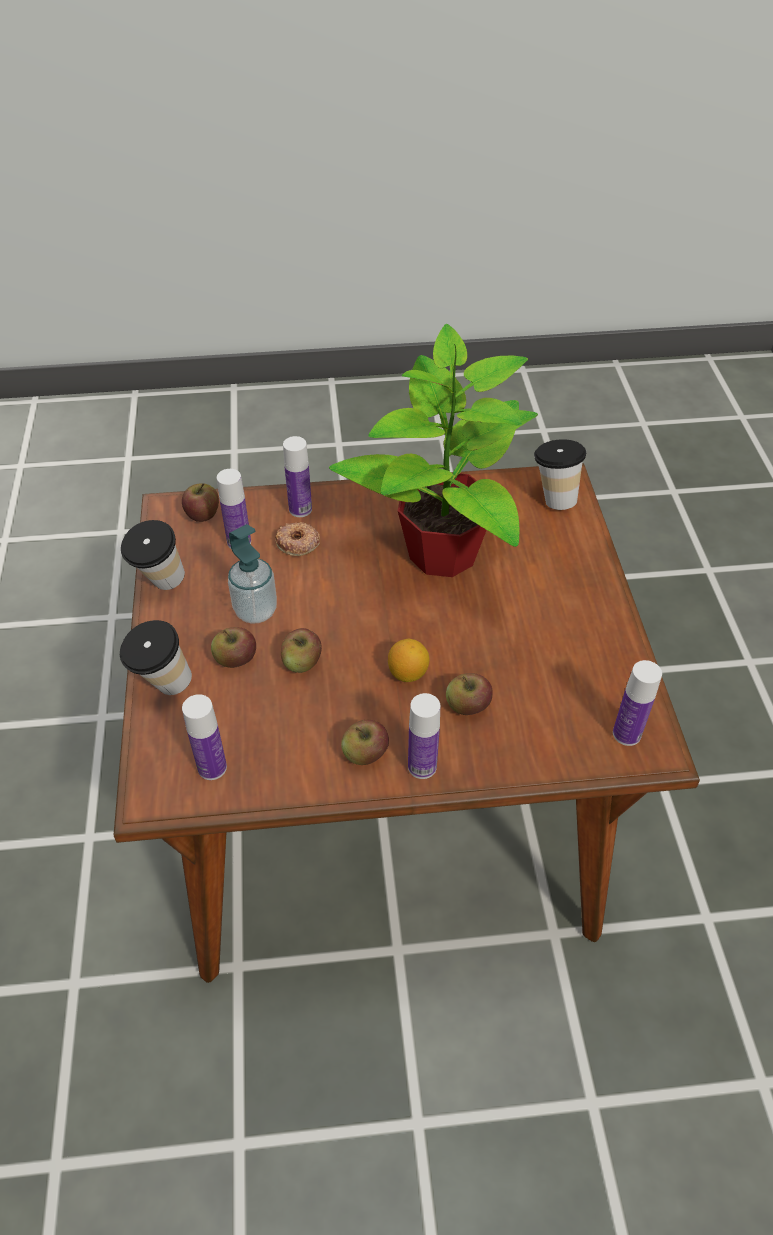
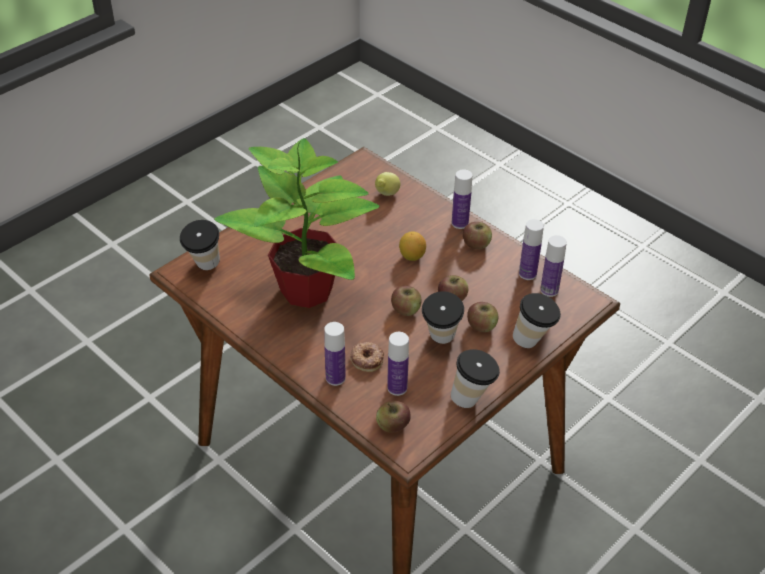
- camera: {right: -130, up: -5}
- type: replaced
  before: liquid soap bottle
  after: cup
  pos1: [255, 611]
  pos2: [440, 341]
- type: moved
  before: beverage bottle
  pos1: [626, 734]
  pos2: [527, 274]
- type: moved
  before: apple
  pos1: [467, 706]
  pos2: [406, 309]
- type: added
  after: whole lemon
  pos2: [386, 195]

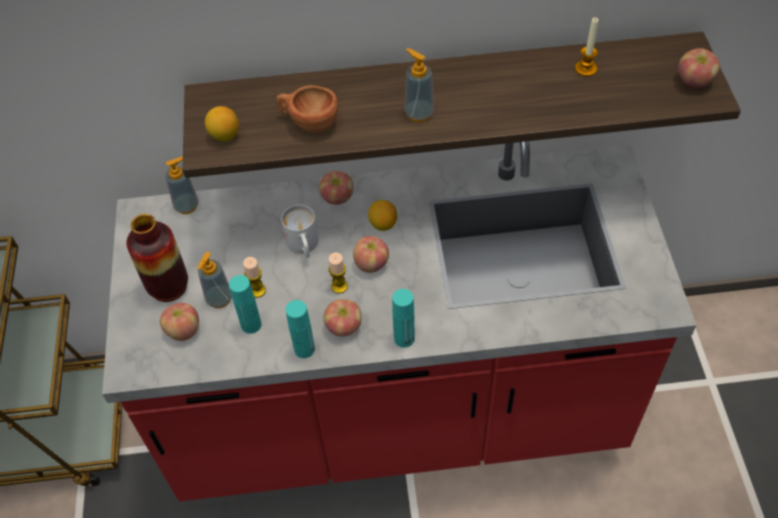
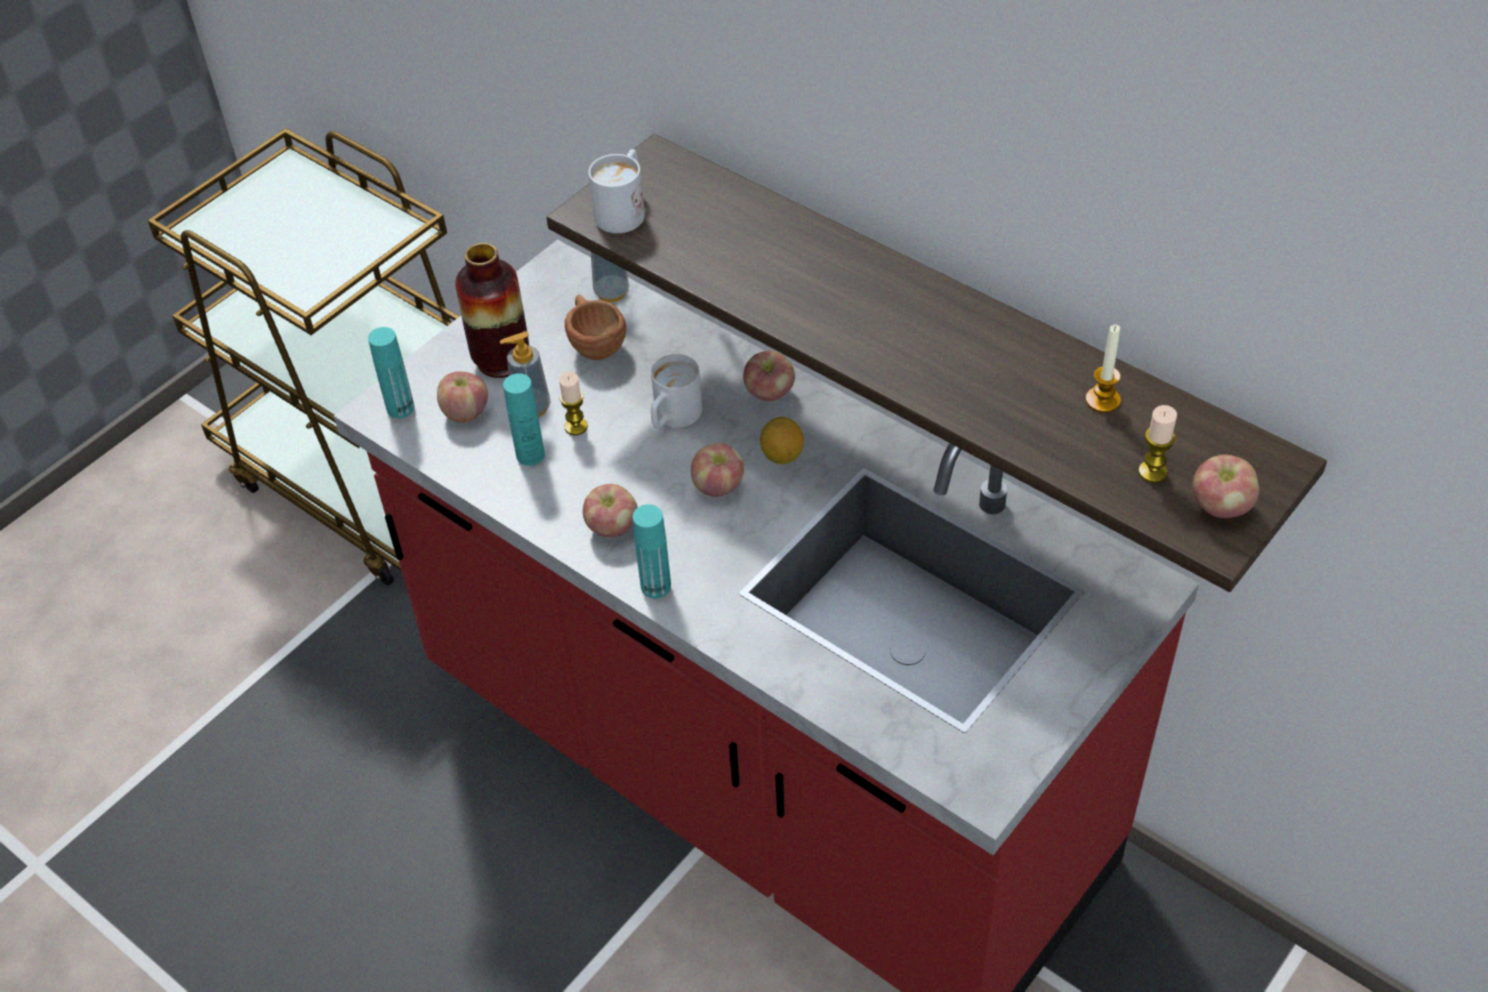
- camera: {right: 45, up: -5}
- type: removed
  before: liquid soap bottle
  pos1: [419, 113]
- type: moved
  before: brownish cup
  pos1: [308, 122]
  pos2: [595, 343]
- type: replaced
  before: whole lemon
  after: white-coloured tea mug
  pos1: [225, 136]
  pos2: [624, 209]
- type: moved
  before: candle
  pos1: [339, 286]
  pos2: [1152, 472]
- type: moved
  before: turquoise beverage bottle
  pos1: [304, 349]
  pos2: [400, 408]

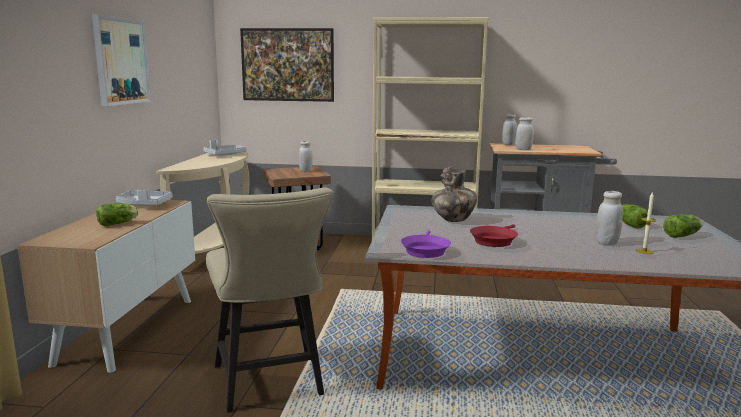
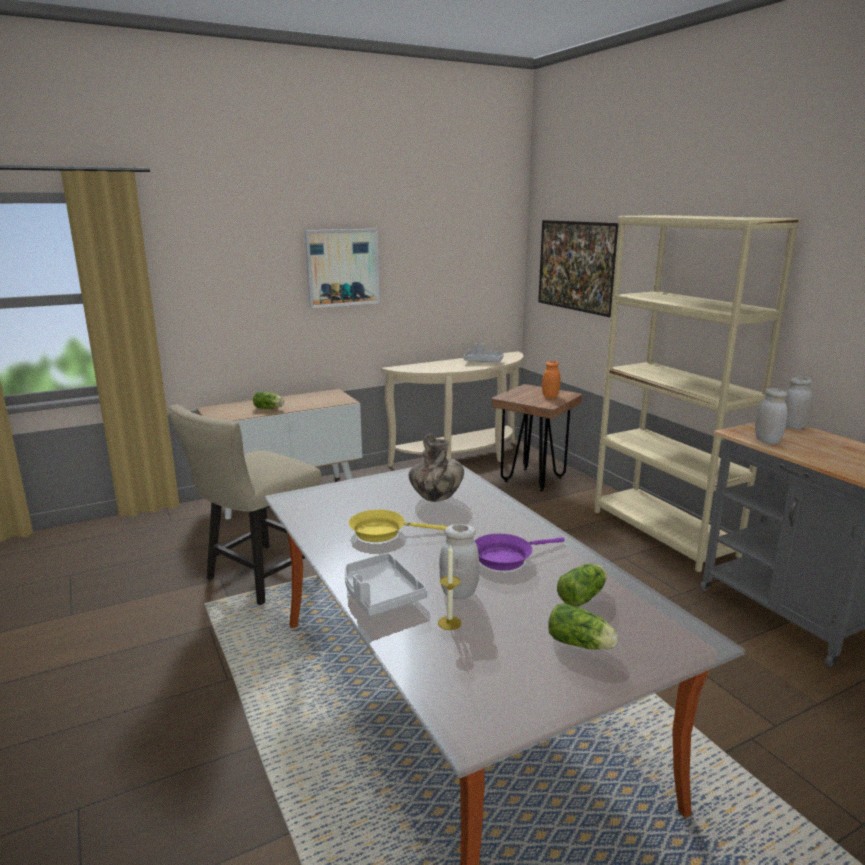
- camera: {right: 55, up: 5}
- type: recoloured
  before: white-coloured preserve jar
  after: orange preserve jar
  pos1: [305, 171]
  pos2: [550, 396]
- type: moved
  before: grey tray
  pos1: [144, 205]
  pos2: [380, 594]
- type: recoloured
  before: red-coloured skillet
  after: yellow-coloured skillet
  pos1: [494, 240]
  pos2: [382, 532]
- type: moved
  before: purple-coloured skillet
  pos1: [425, 250]
  pos2: [506, 557]

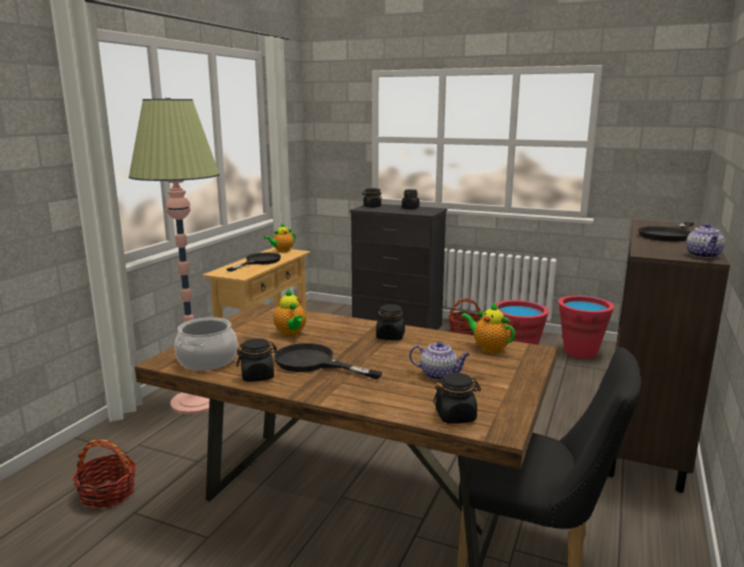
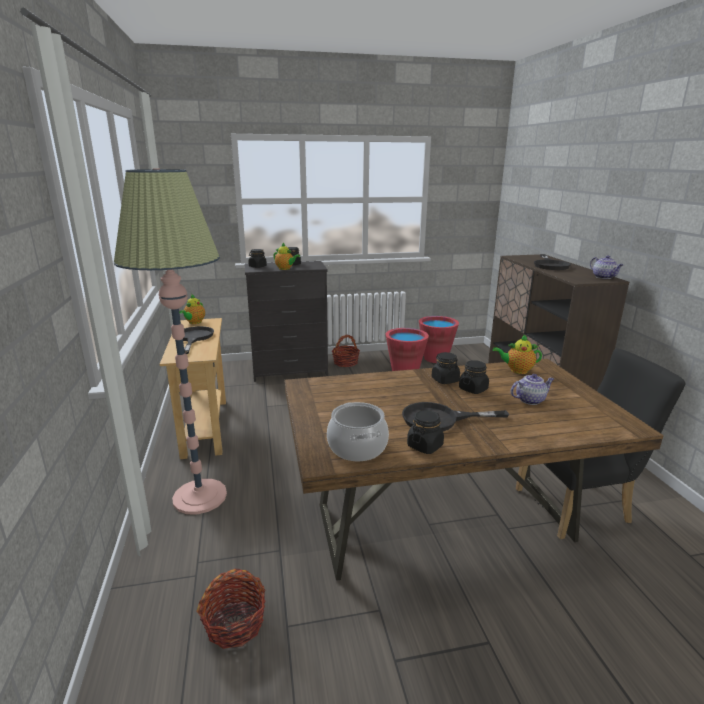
- camera: {right: -35, up: 5}
- type: moved
  before: teapot
  pos1: [291, 333]
  pos2: [285, 269]
- type: moved
  before: blackish preserve jar
  pos1: [456, 416]
  pos2: [473, 389]

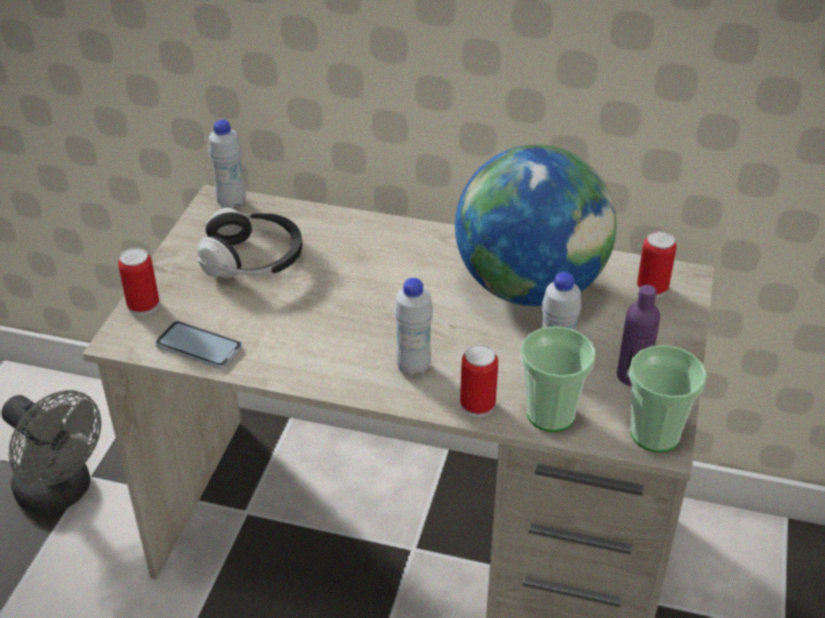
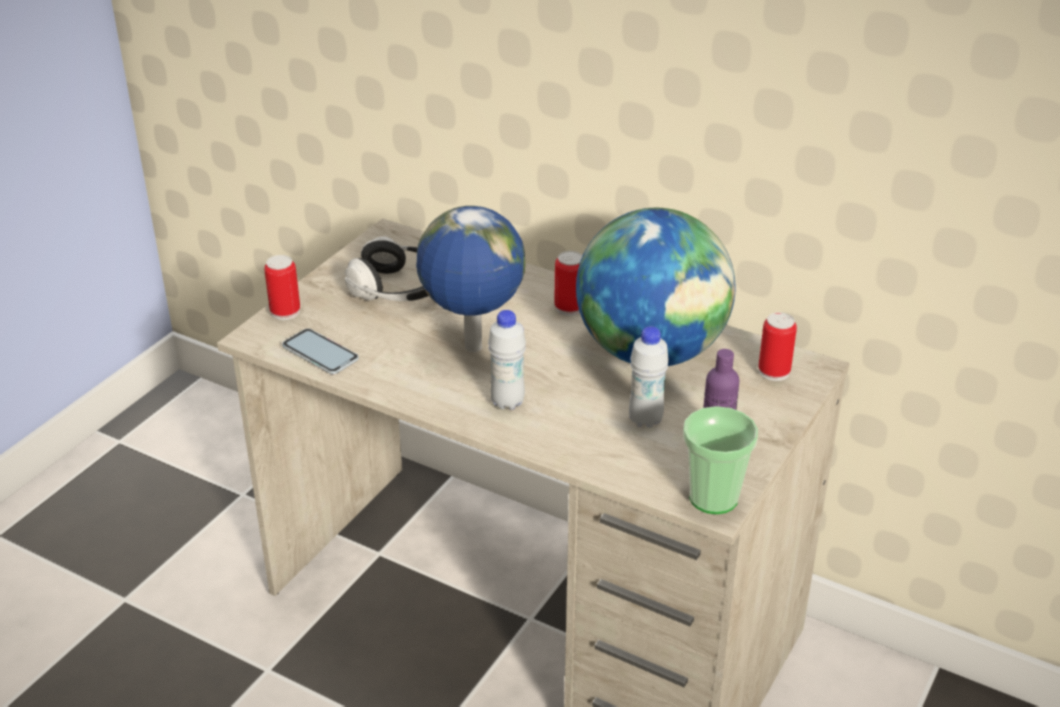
- camera: {right: 15, up: -5}
- type: removed
  before: white-coloured beverage bottle
  pos1: [231, 202]
- type: removed
  before: cup
  pos1: [551, 414]
- type: moved
  before: can
  pos1: [477, 405]
  pos2: [569, 307]
- type: removed
  before: grey cooling fan
  pos1: [62, 493]
- type: added
  after: desk globe
  pos2: [472, 348]

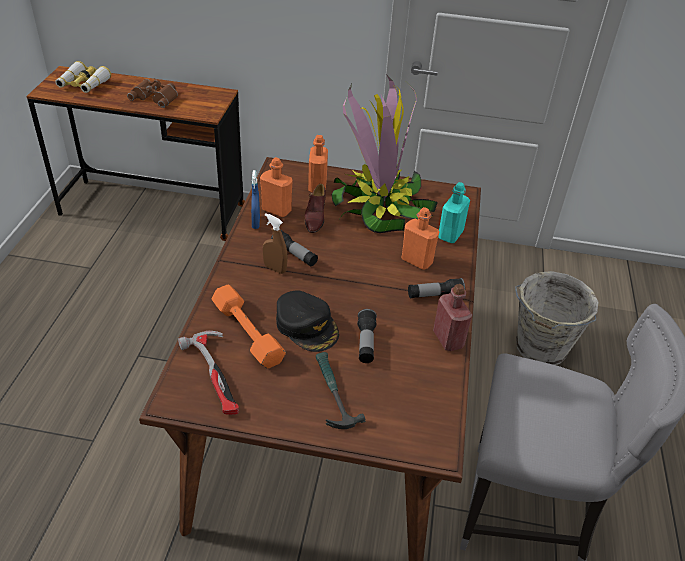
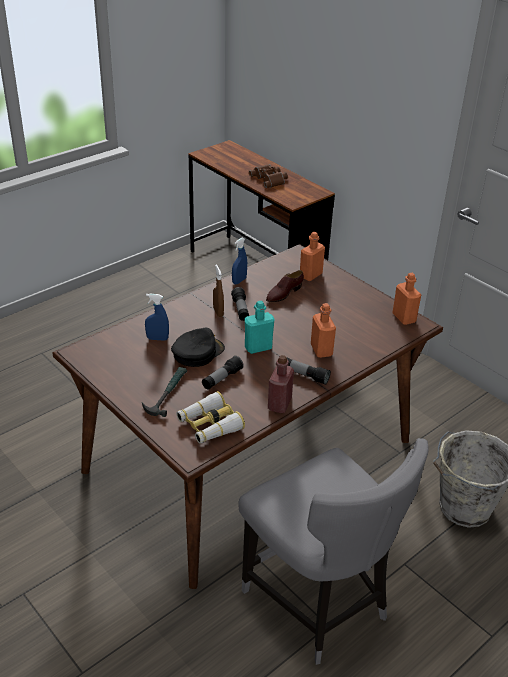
- camera: {right: 40, up: -5}
- type: moved
  before: pair of binoculars
  pos1: [83, 84]
  pos2: [209, 425]
- type: removed
  before: plant in a pot
  pos1: [379, 206]
- type: moved
  before: orange beverage bottle
  pos1: [276, 210]
  pos2: [404, 318]
- type: moved
  before: turquoise beverage bottle
  pos1: [450, 235]
  pos2: [258, 348]
- type: replaced
  before: orange free weight
  after: bluish spray bottle
  pos1: [247, 333]
  pos2: [157, 338]
- type: turned
  before: blackish baseball cap
  pos1: [307, 325]
  pos2: [197, 352]
  turn: -135
- type: removed
  before: hammer
  pos1: [217, 375]

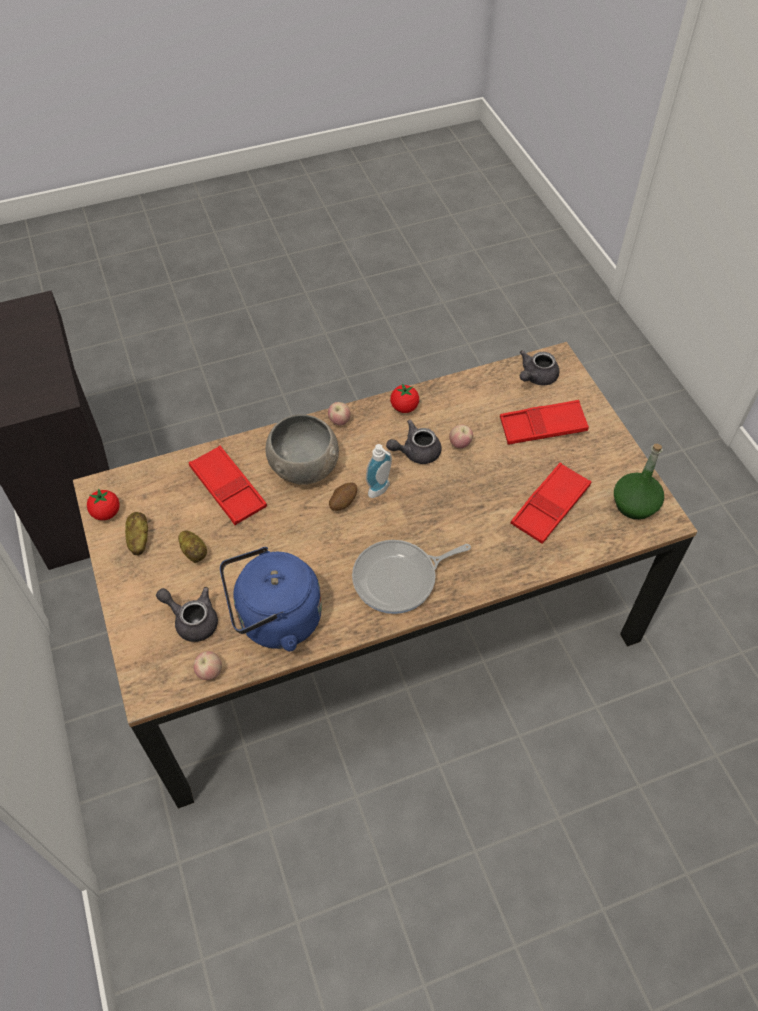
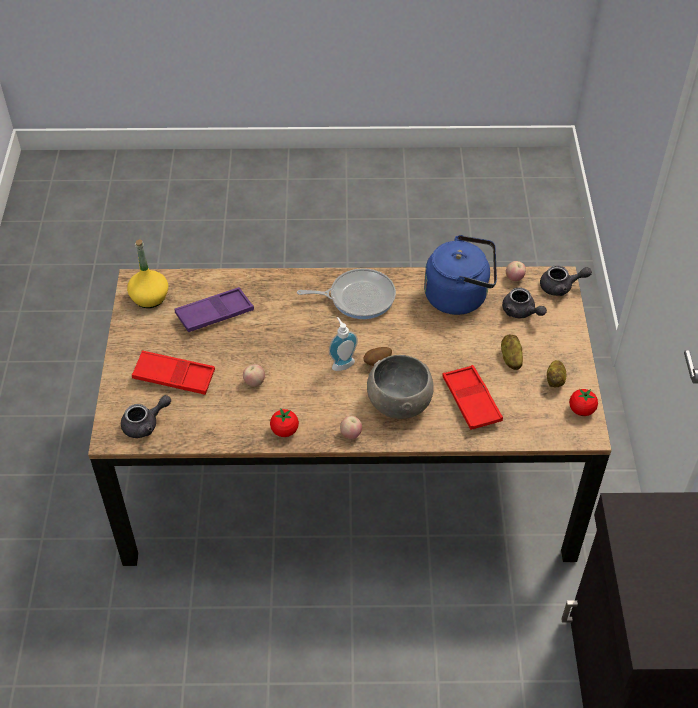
- camera: {right: -160, up: -5}
- type: moved
  before: grey teapot
  pos1: [415, 452]
  pos2: [561, 287]
- type: recoloured
  before: greenish beverage bottle
  after: yellow-coloured beverage bottle
  pos1: [634, 504]
  pos2: [149, 297]
- type: recoloured
  before: red-coloured tray
  after: purple-coloured tray
  pos1: [550, 507]
  pos2: [214, 314]

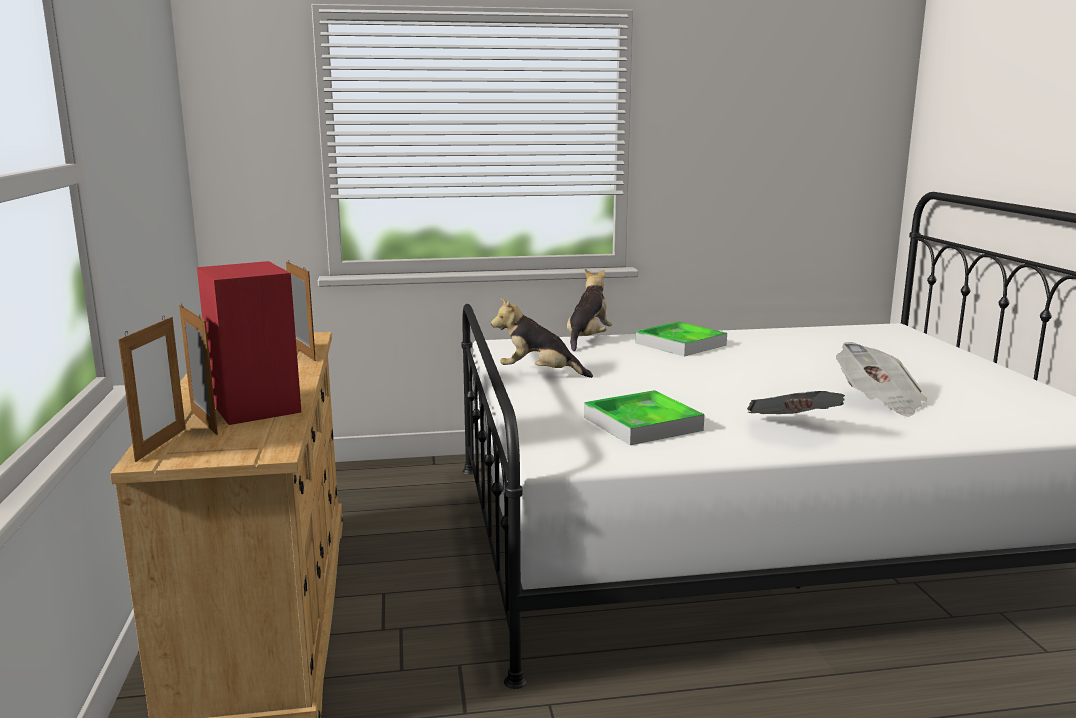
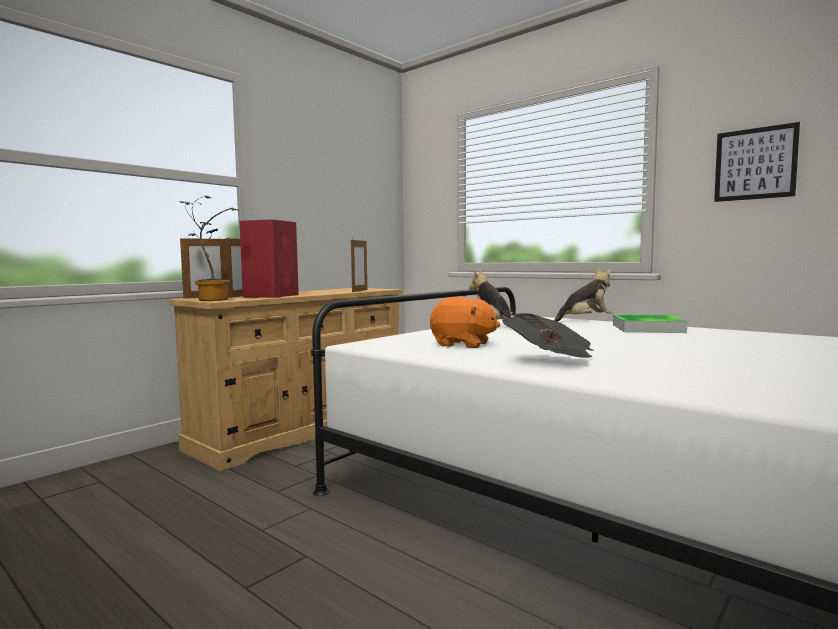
- camera: {right: 50, up: -10}
- type: removed
  before: daily paper
  pos1: [879, 402]
- type: replaced
  before: tray
  after: orange soft toy
  pos1: [642, 424]
  pos2: [463, 344]
- type: added
  after: wall art
  pos2: [755, 164]
- type: added
  after: plant in a pot
  pos2: [211, 299]

